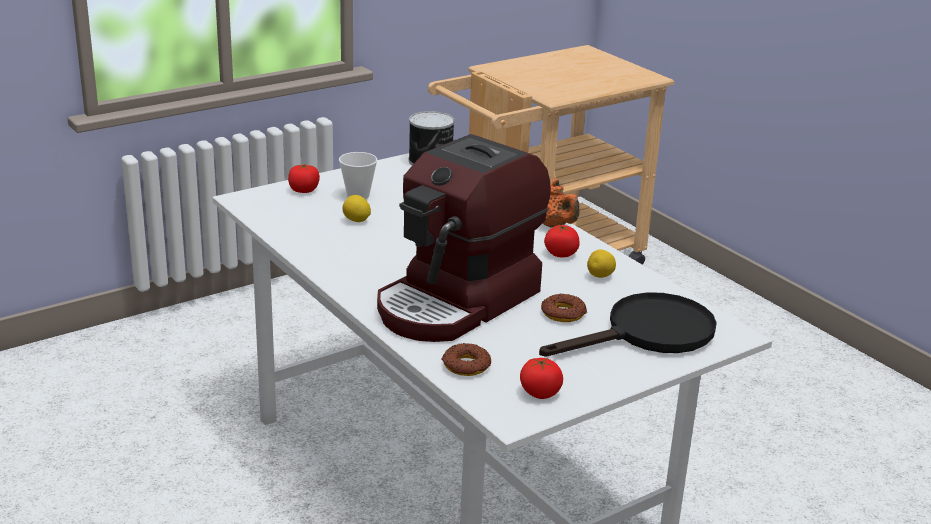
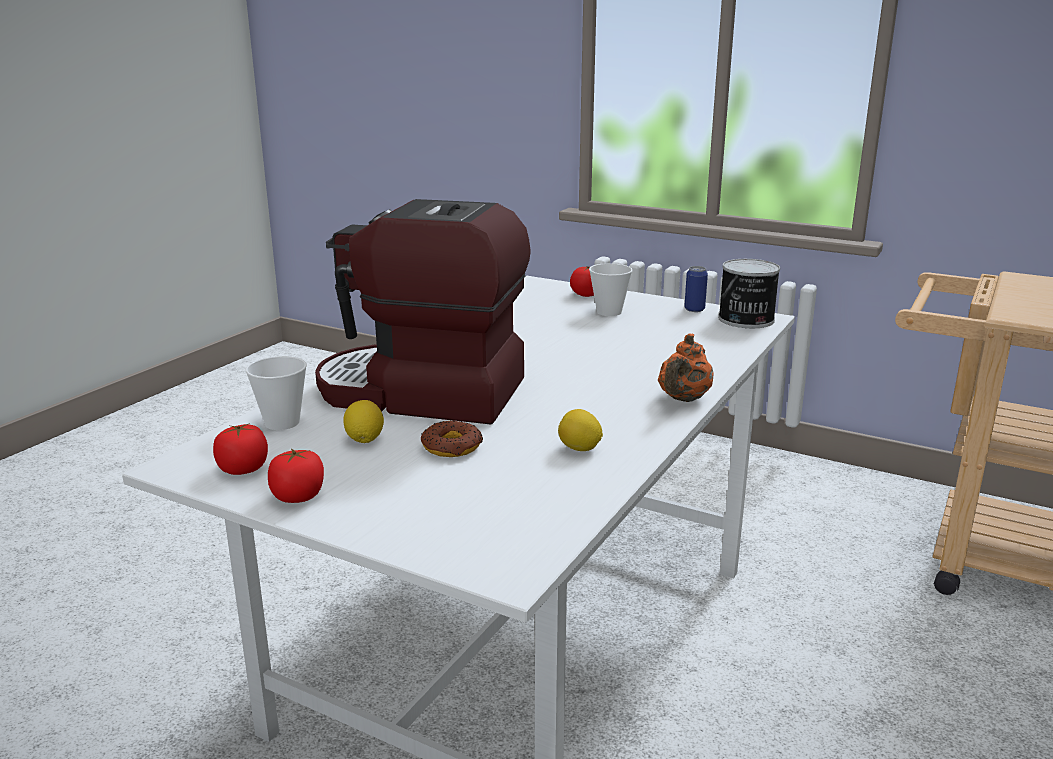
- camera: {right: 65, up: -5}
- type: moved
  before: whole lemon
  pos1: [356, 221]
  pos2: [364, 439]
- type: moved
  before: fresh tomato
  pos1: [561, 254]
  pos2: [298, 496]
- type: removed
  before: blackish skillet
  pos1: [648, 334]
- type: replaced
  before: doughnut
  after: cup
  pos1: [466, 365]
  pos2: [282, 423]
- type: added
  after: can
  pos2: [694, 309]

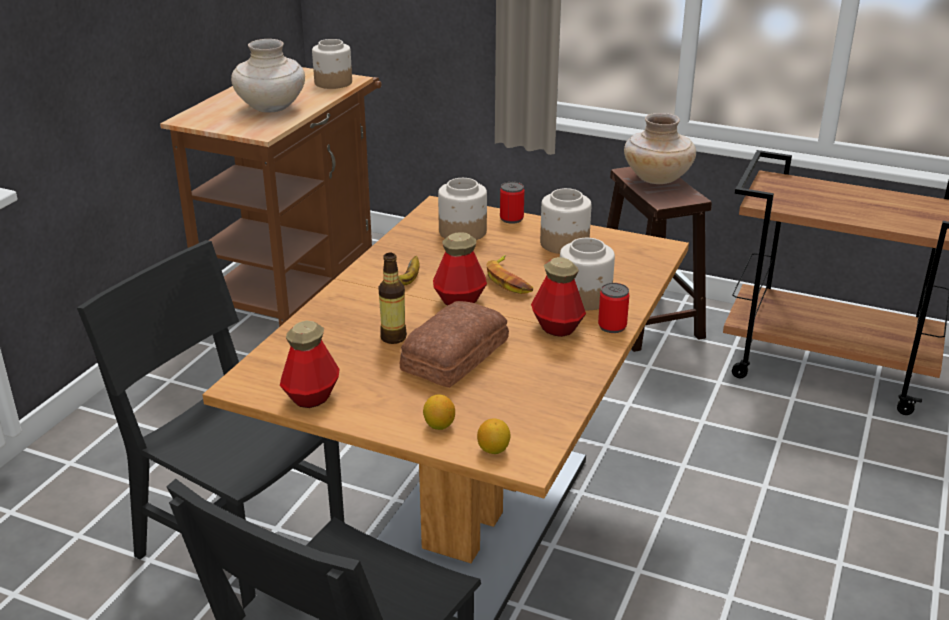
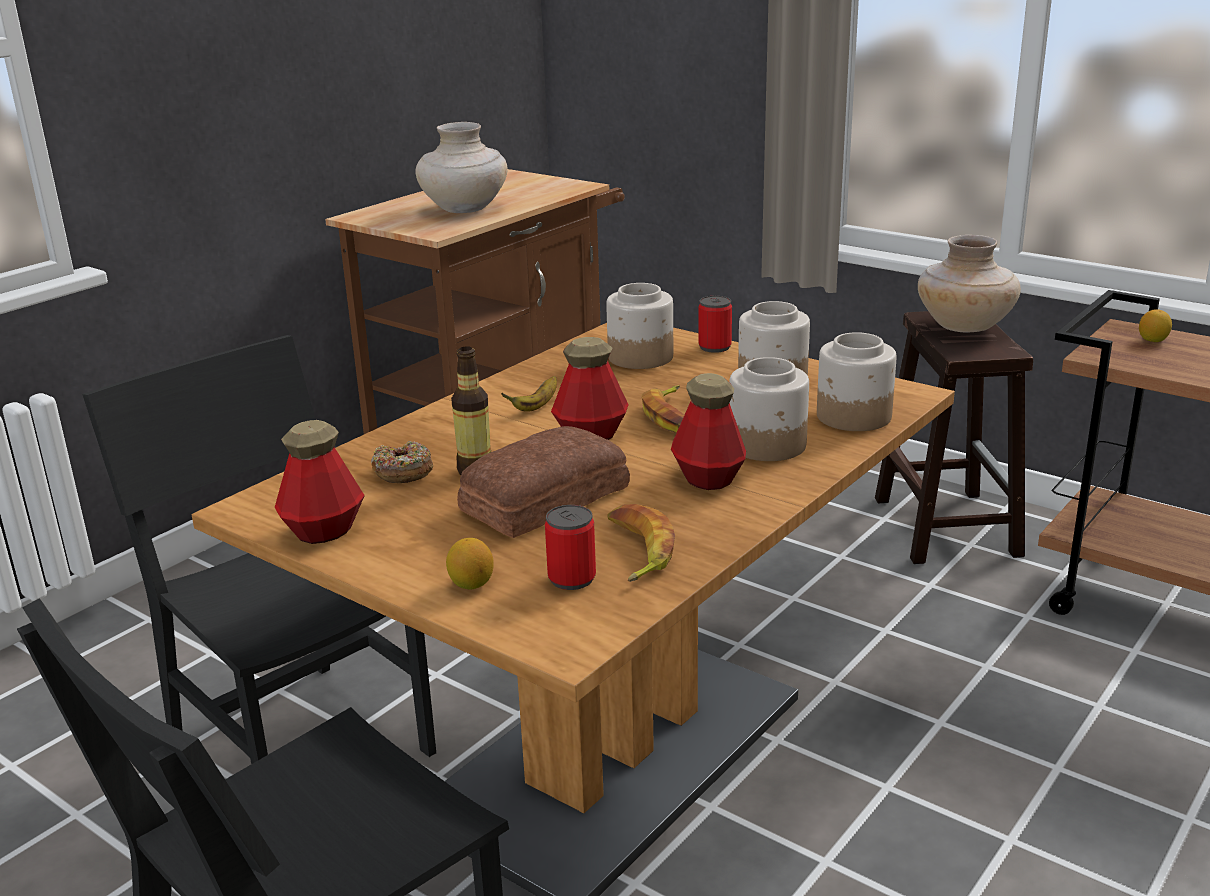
- camera: {right: 15, up: -5}
- type: moved
  before: preserve jar
  pos1: [333, 83]
  pos2: [853, 417]
- type: moved
  before: can
  pos1: [612, 326]
  pos2: [572, 578]
- type: moved
  before: whole lemon
  pos1: [493, 450]
  pos2: [1153, 340]
- type: added
  after: doughnut
  pos2: [403, 472]
- type: added
  after: banana
  pos2: [636, 550]

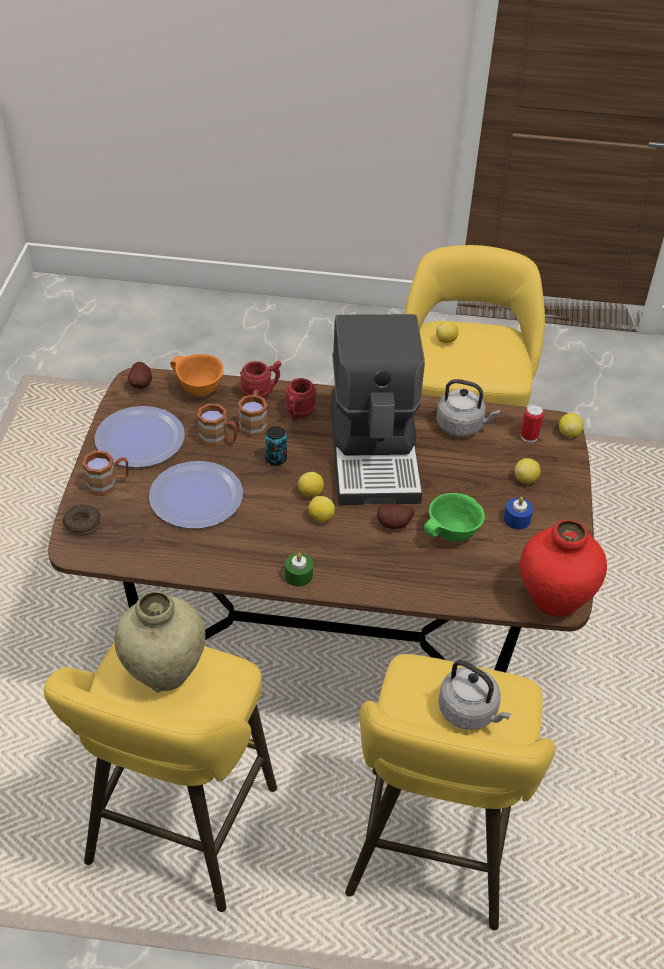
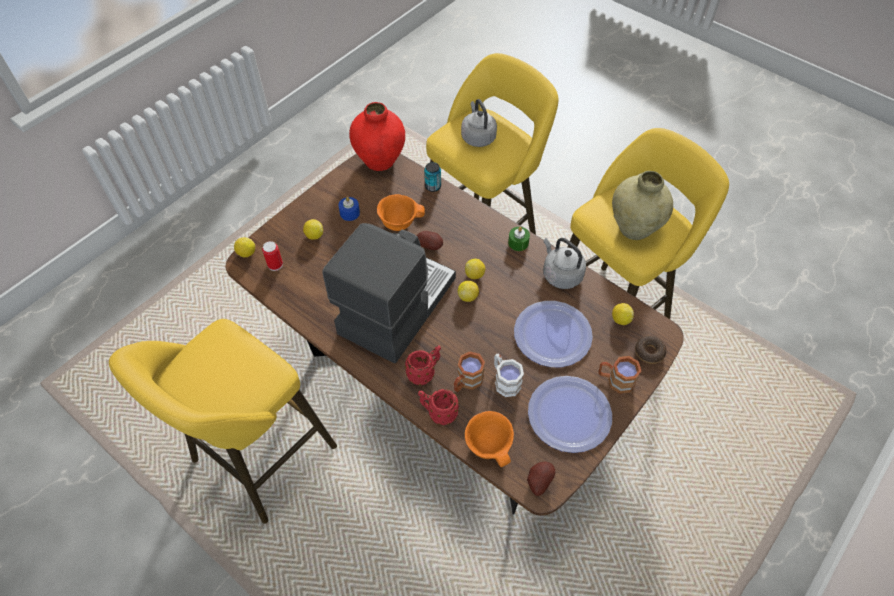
- camera: {right: -145, up: 10}
- type: moved
  before: whole lemon
  pos1: [446, 340]
  pos2: [620, 319]
- type: moved
  before: grey water kettle
  pos1: [462, 426]
  pos2: [560, 274]
- type: recoloured
  before: brownish tea mug
  after: white-coloured tea mug
  pos1: [218, 439]
  pos2: [504, 380]
- type: moved
  before: can
  pos1: [276, 459]
  pos2: [433, 186]
- type: recoloured
  before: greenish bowl
  after: orange bowl
  pos1: [452, 534]
  pos2: [399, 223]

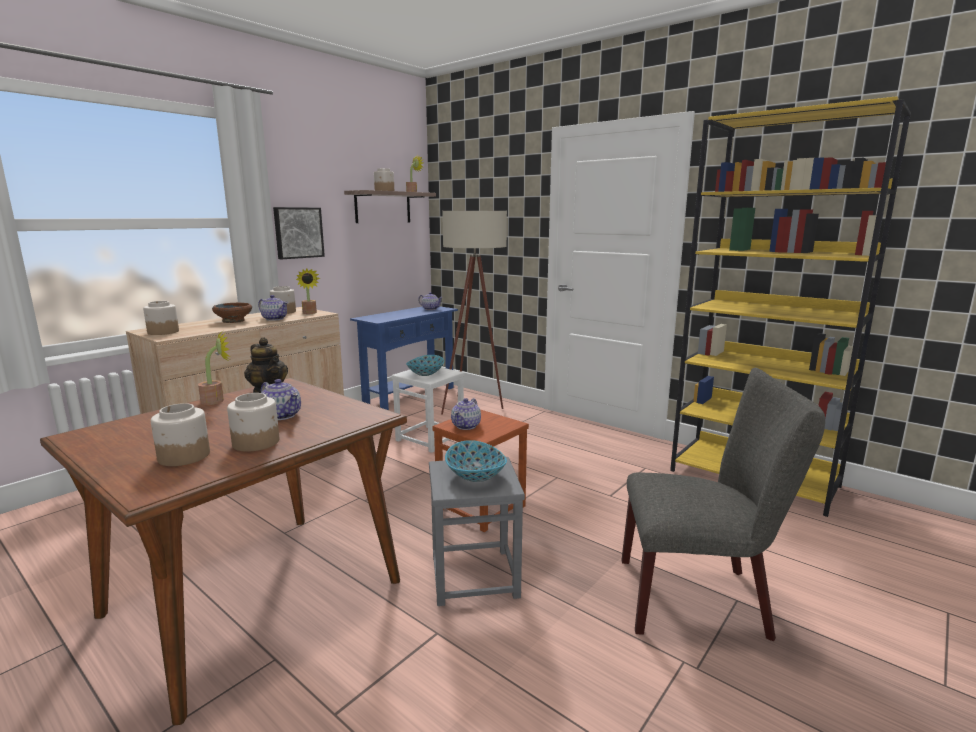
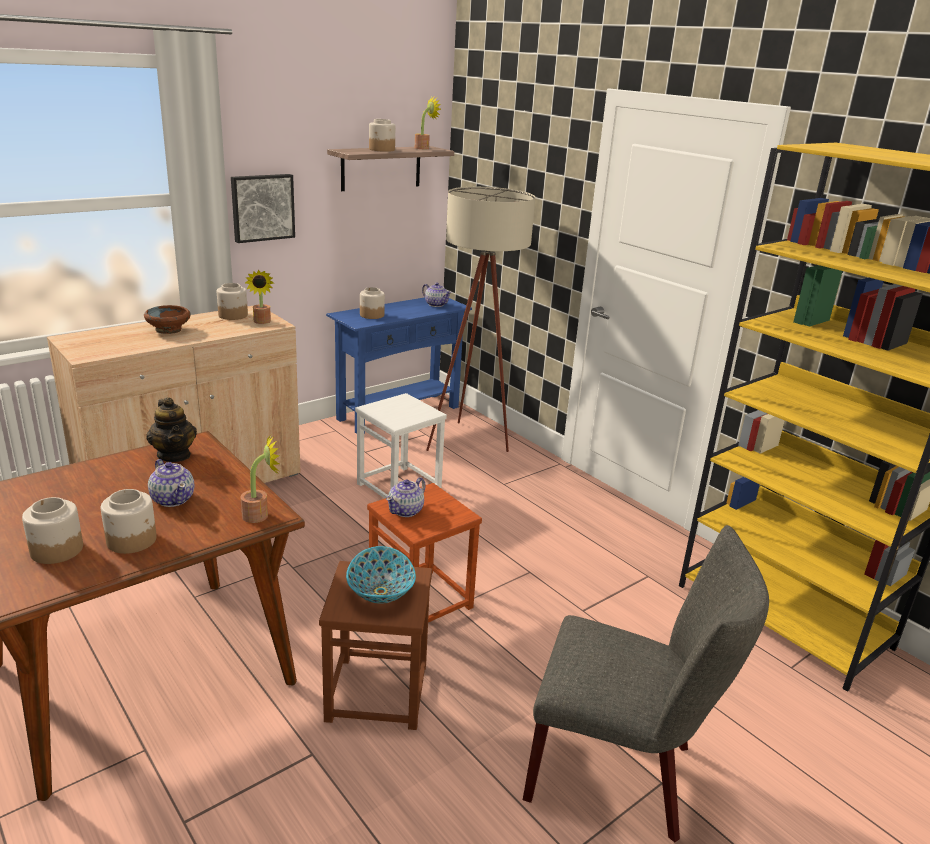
- camera: {right: 10, up: 10}
- type: removed
  before: teapot
  pos1: [274, 319]
- type: moved
  before: preserve jar
  pos1: [163, 332]
  pos2: [371, 315]
- type: moved
  before: plant in a pot
  pos1: [217, 400]
  pos2: [260, 515]
- type: removed
  before: bowl
  pos1: [426, 373]
- type: recoloured
  before: grey stool
  after: brownish stool
  pos1: [474, 575]
  pos2: [377, 691]

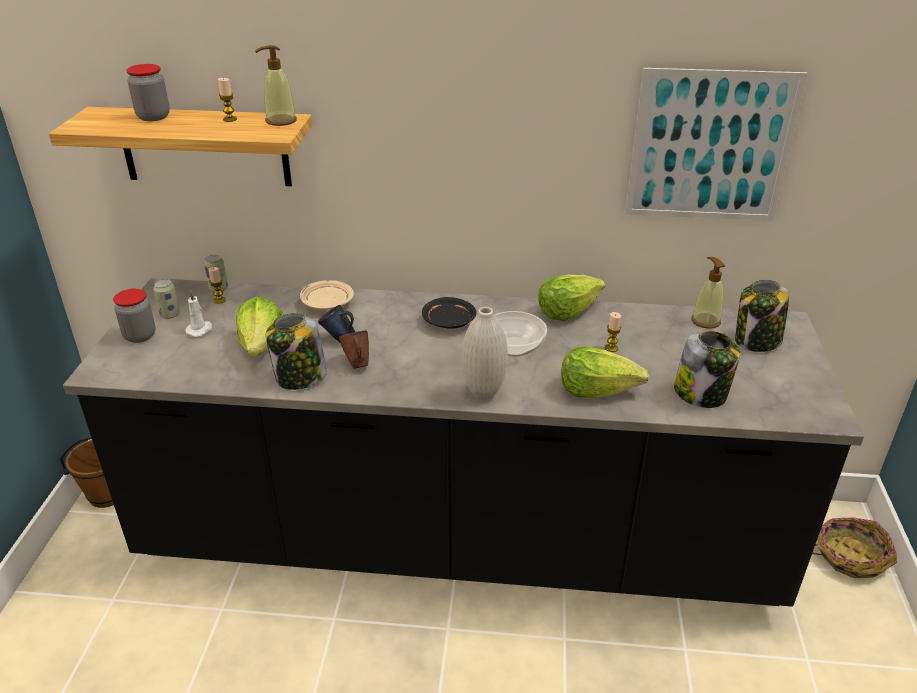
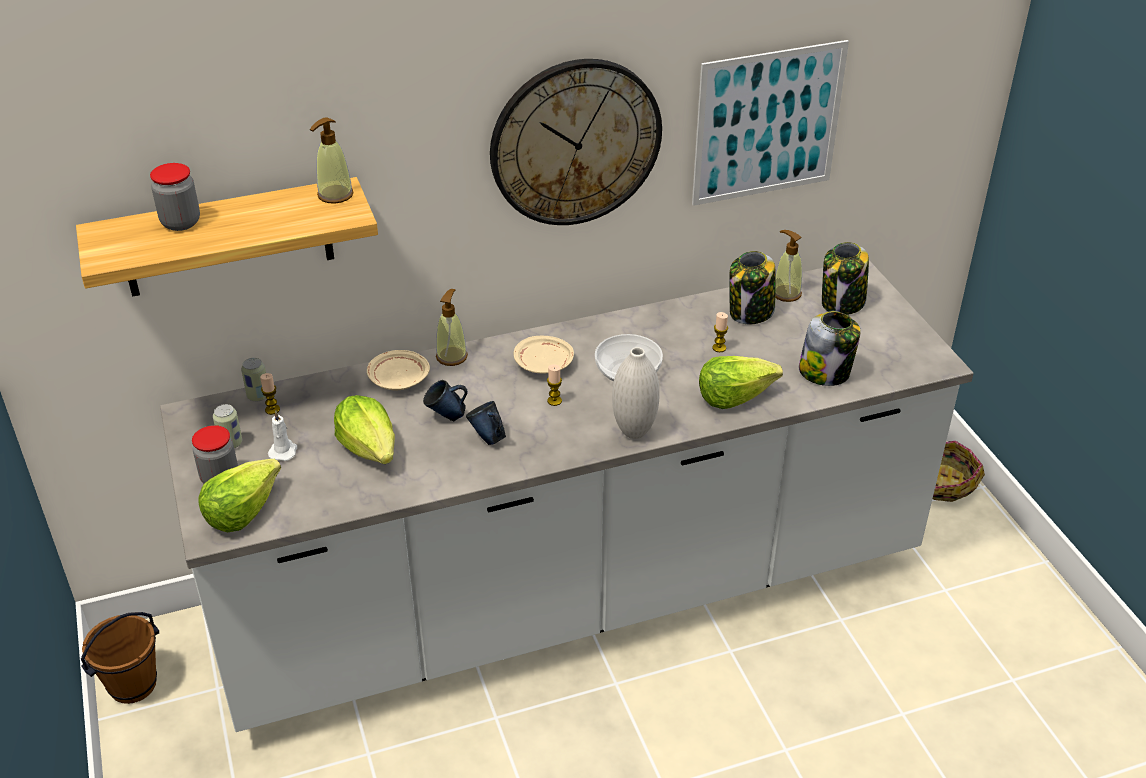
- camera: {right: -25, up: 5}
- type: moved
  before: candle
  pos1: [230, 119]
  pos2: [554, 401]
- type: moved
  before: lettuce
  pos1: [567, 311]
  pos2: [242, 510]
- type: recoloured
  before: blackish counter
  after: white-coloured counter
  pos1: [458, 539]
  pos2: [573, 593]
- type: recoloured
  before: blackish flat dish
  after: beige flat dish
  pos1: [449, 322]
  pos2: [544, 364]
- type: moved
  before: preserve jar
  pos1: [300, 378]
  pos2: [751, 312]
- type: recoloured
  before: brownish tea mug
  after: bluish tea mug
  pos1: [357, 364]
  pos2: [488, 439]
- type: added
  after: clock on the wall
  pos2: [575, 142]
- type: added
  after: liquid soap bottle
  pos2: [452, 356]

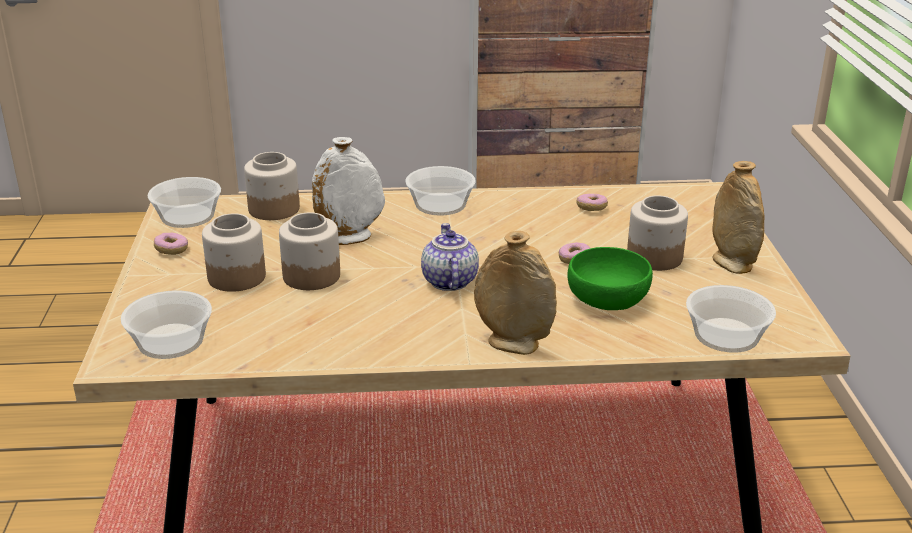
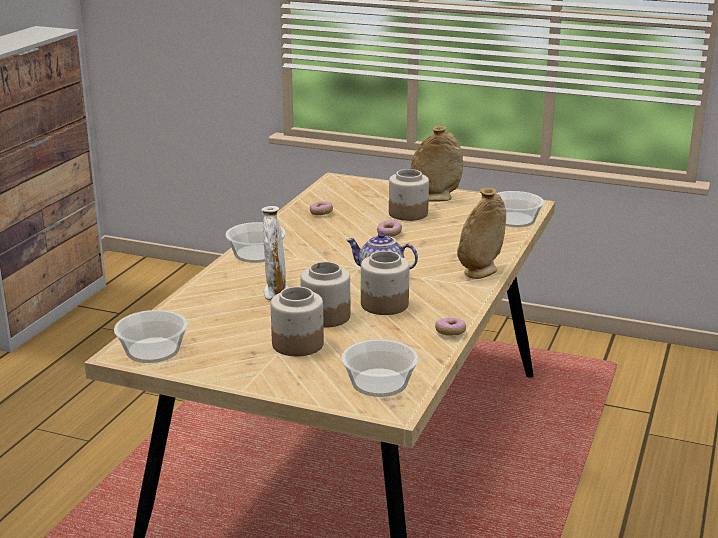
- camera: {right: -65, up: -5}
- type: moved
  before: preserve jar
  pos1: [273, 209]
  pos2: [384, 305]
- type: moved
  before: doughnut
  pos1: [172, 250]
  pos2: [450, 332]
- type: removed
  before: greenish bowl
  pos1: [607, 298]

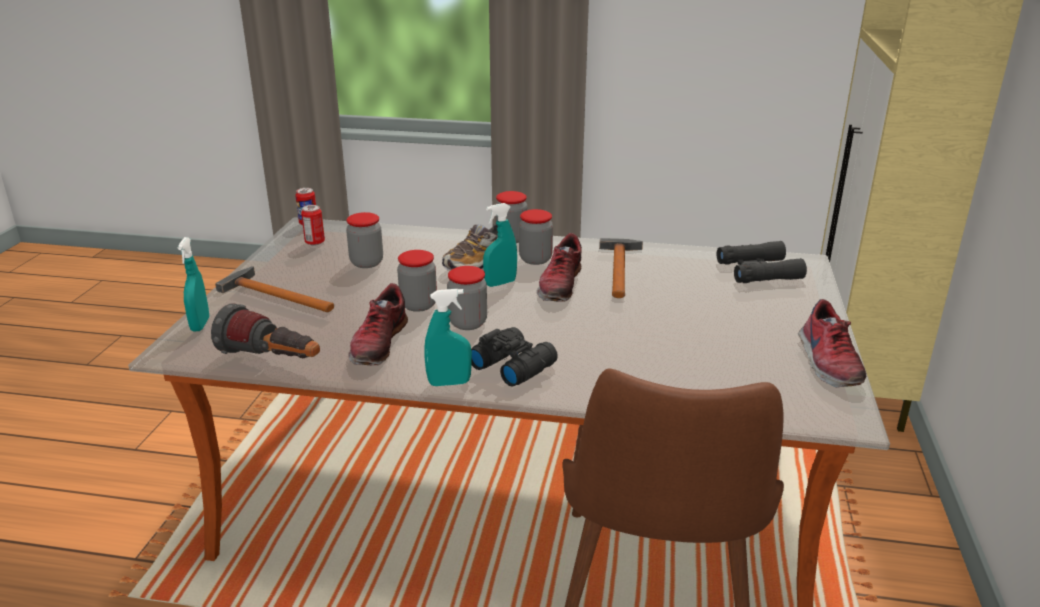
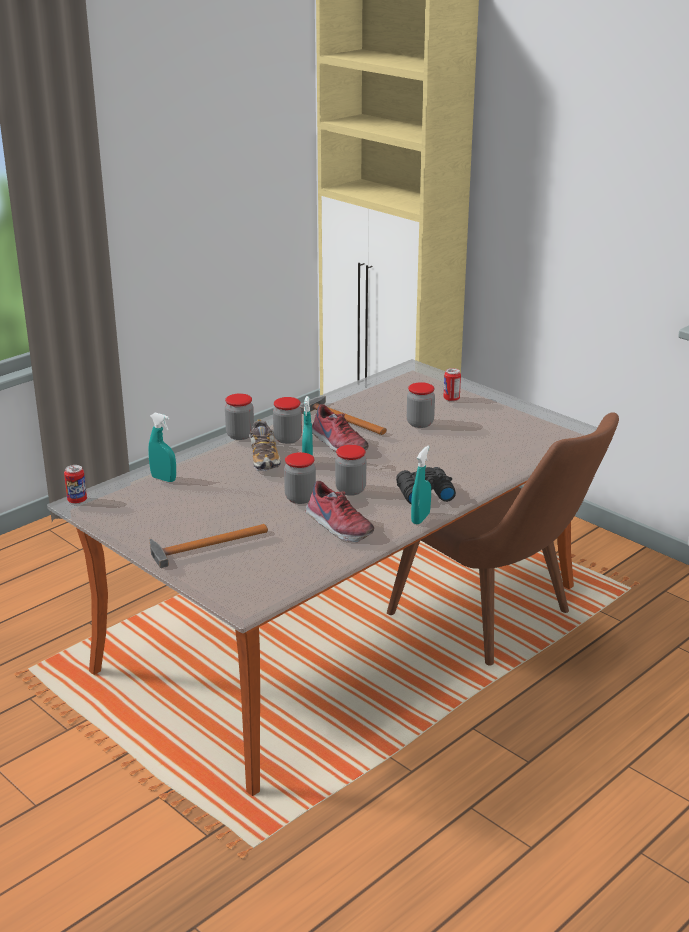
- camera: {right: -55, up: 0}
- type: moved
  before: can
  pos1: [315, 242]
  pos2: [451, 399]
- type: moved
  before: preserve jar
  pos1: [366, 263]
  pos2: [420, 423]
- type: moved
  before: turquoise spray bottle
  pos1: [200, 325]
  pos2: [163, 479]
- type: removed
  before: blackish pair of binoculars
  pos1: [758, 271]
- type: removed
  before: item of footwear
  pos1: [826, 362]
- type: removed
  before: hand torch
  pos1: [273, 360]

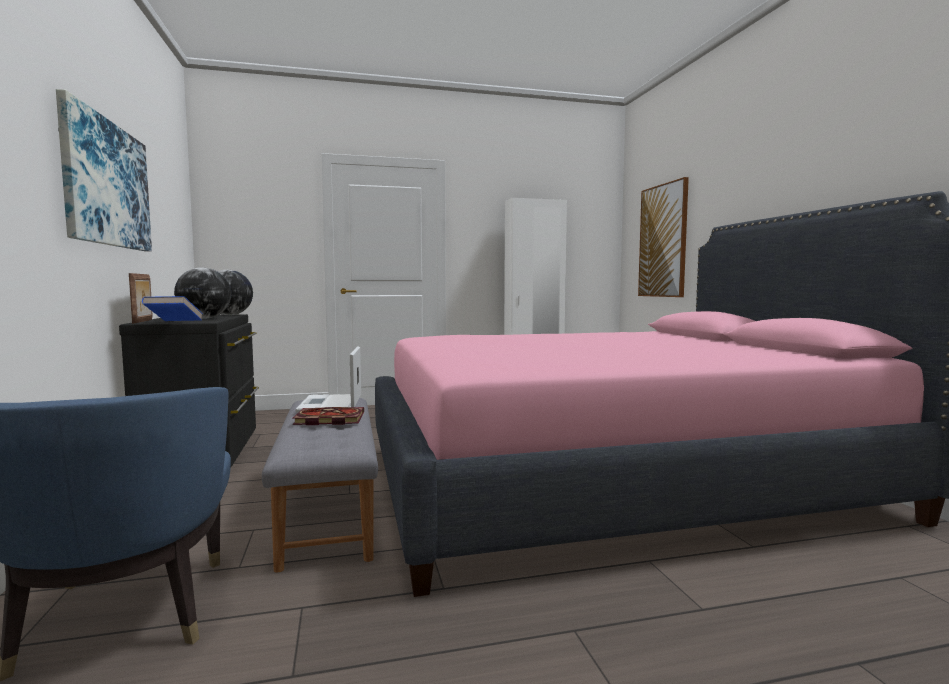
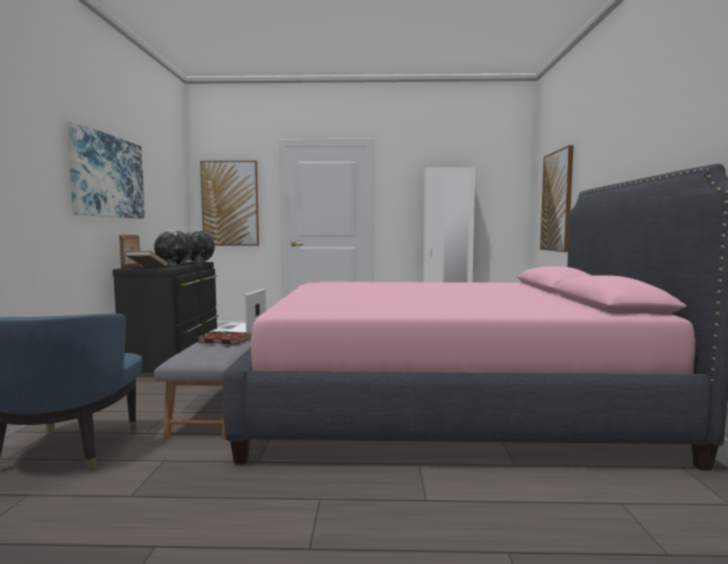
- camera: {right: 15, up: 0}
- type: recoloured
  before: bluish book
  after: brownish book
  pos1: [174, 322]
  pos2: [147, 268]
- type: added
  after: wall art
  pos2: [230, 203]

